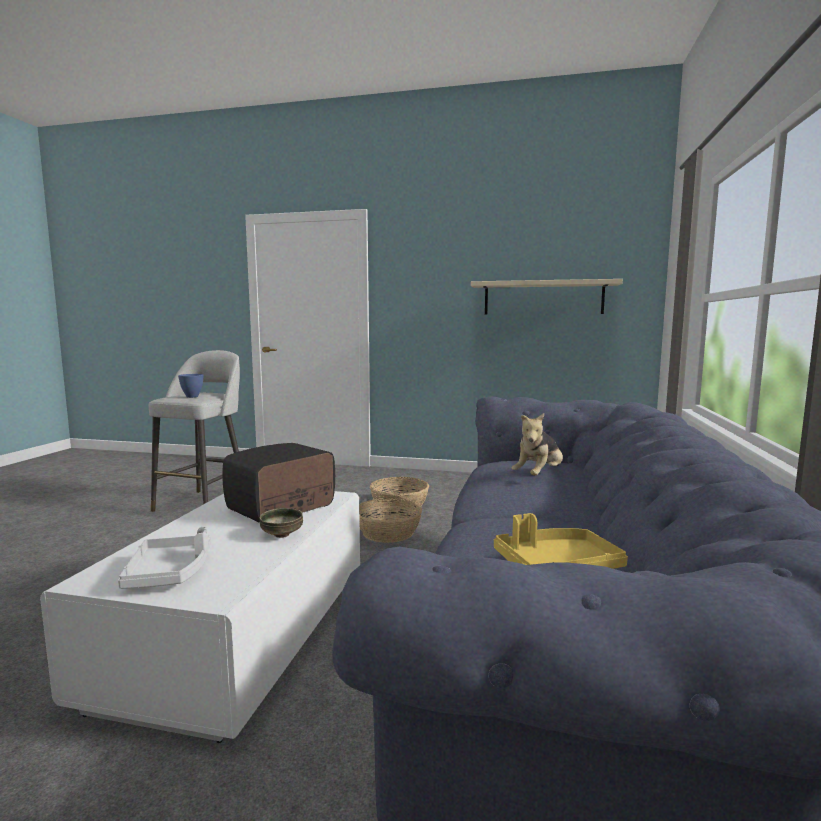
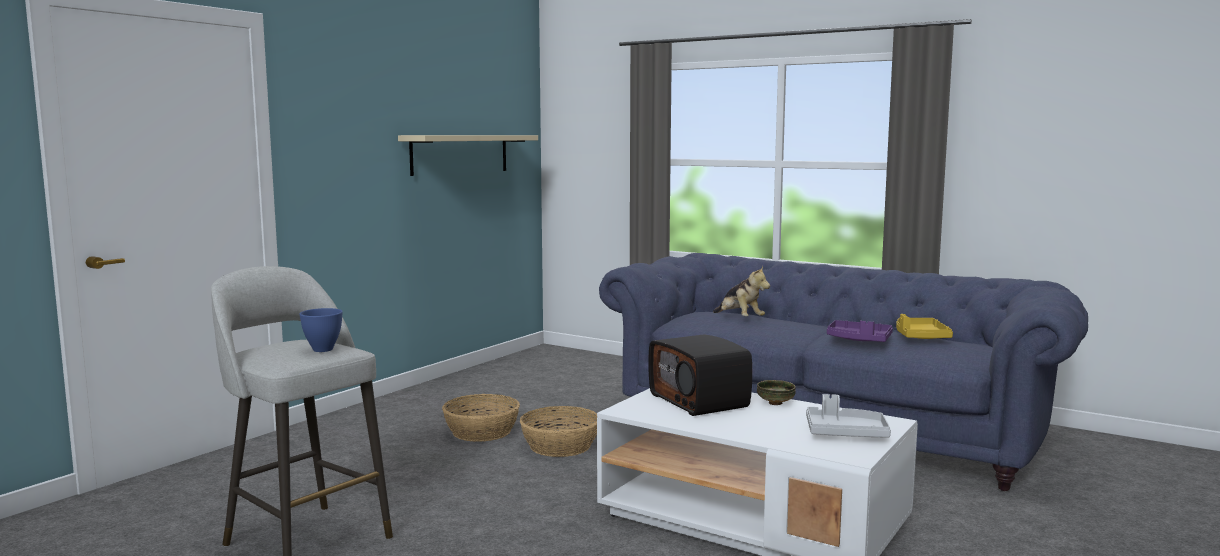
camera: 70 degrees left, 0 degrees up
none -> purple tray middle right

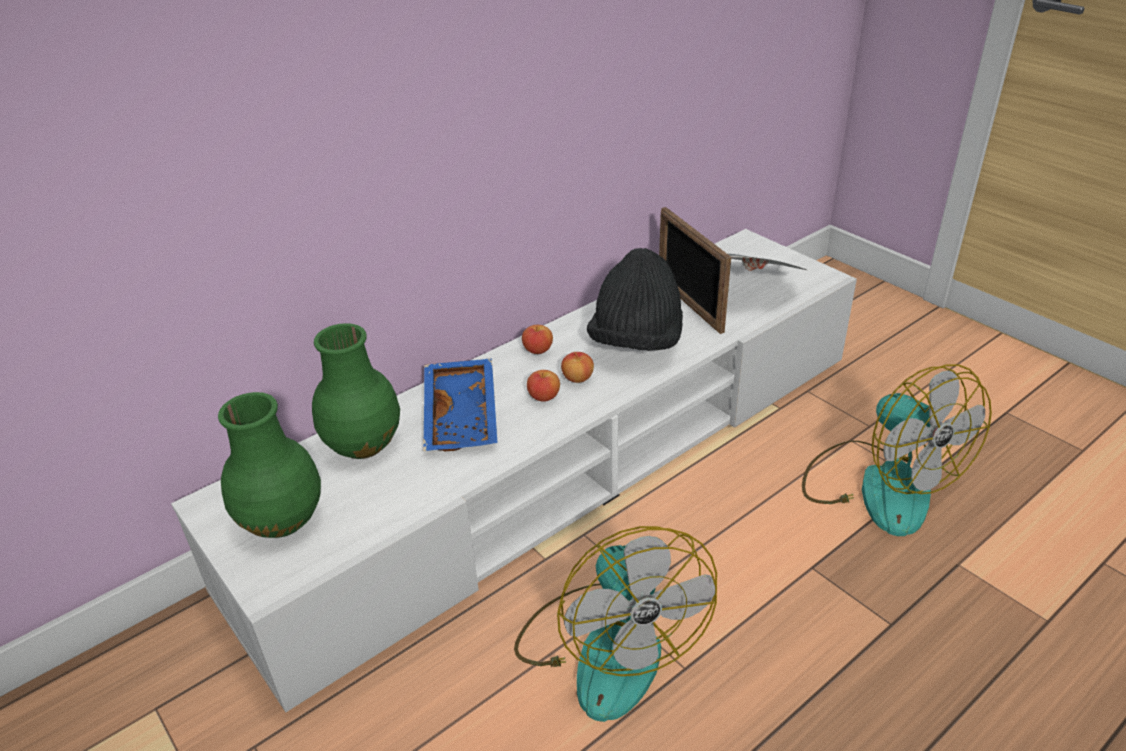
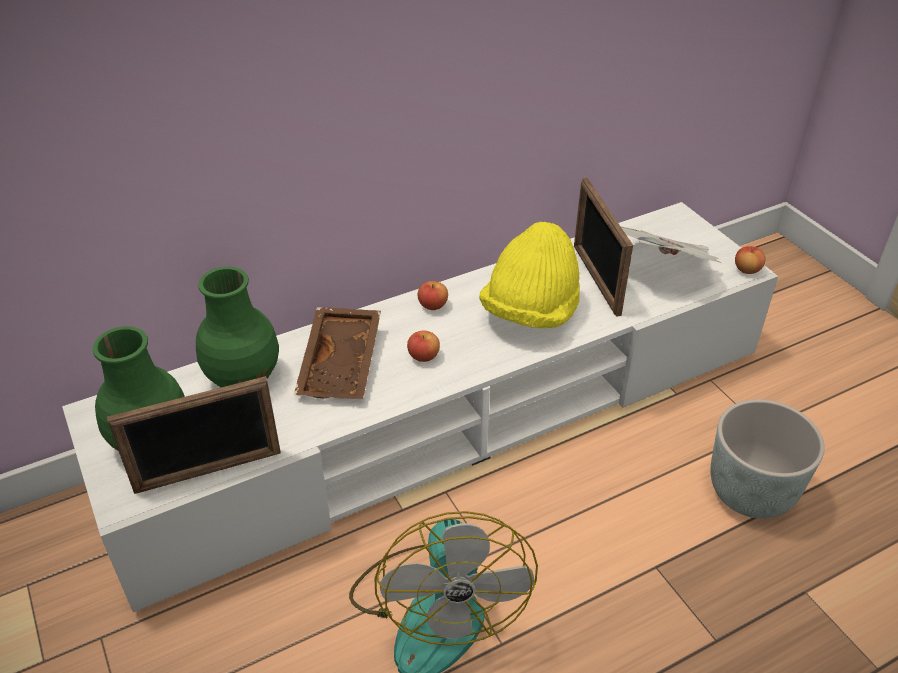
camera: 10 degrees right, 5 degrees up
none -> picture frame (1st from left) middle left
blue tray centre -> brown tray centre
black hat centre -> yellow hat centre
fan (2nd from left) middle right -> grey planter bottom right
apple (3rd from left) centre -> apple (3rd from left) middle right, move

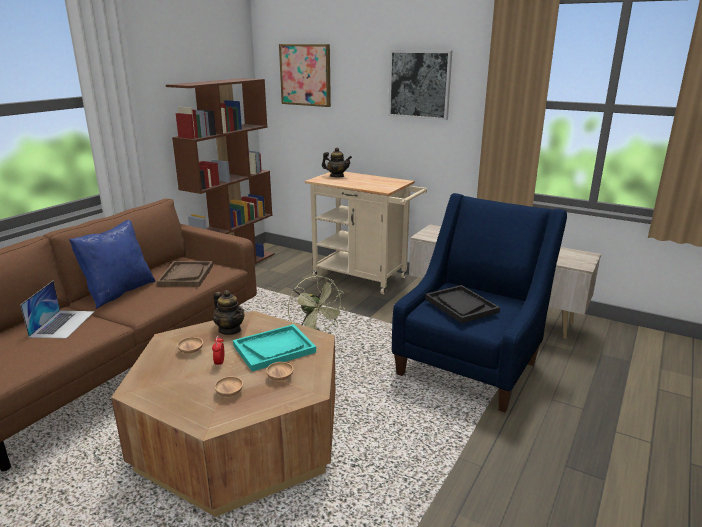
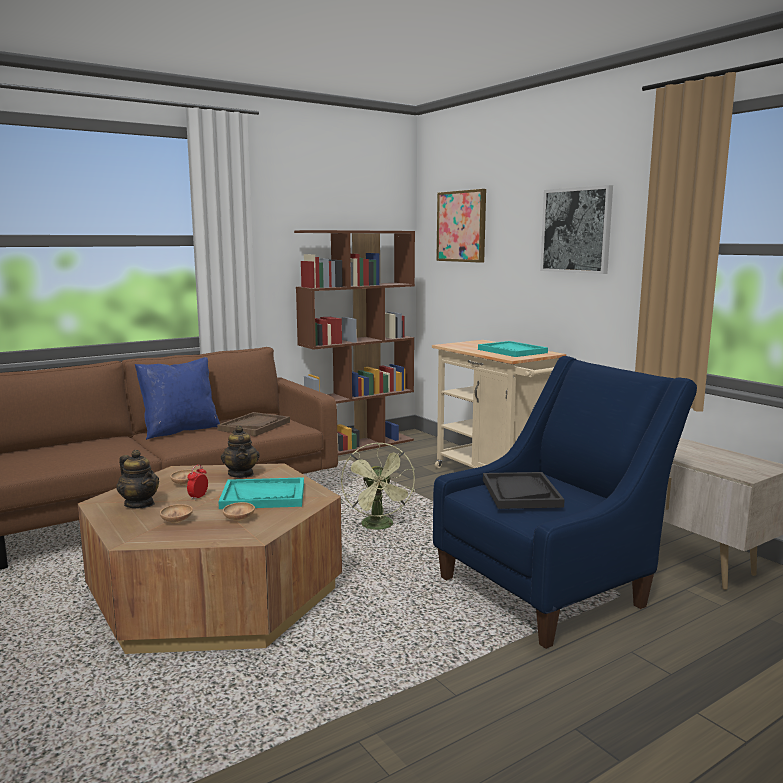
camera: 25 degrees right, 10 degrees down
teapot (2nd from left in the first image) top centre -> teapot (1st from left) middle left, move
none -> turquoise tray (2nd from left) centre
laptop middle left -> none

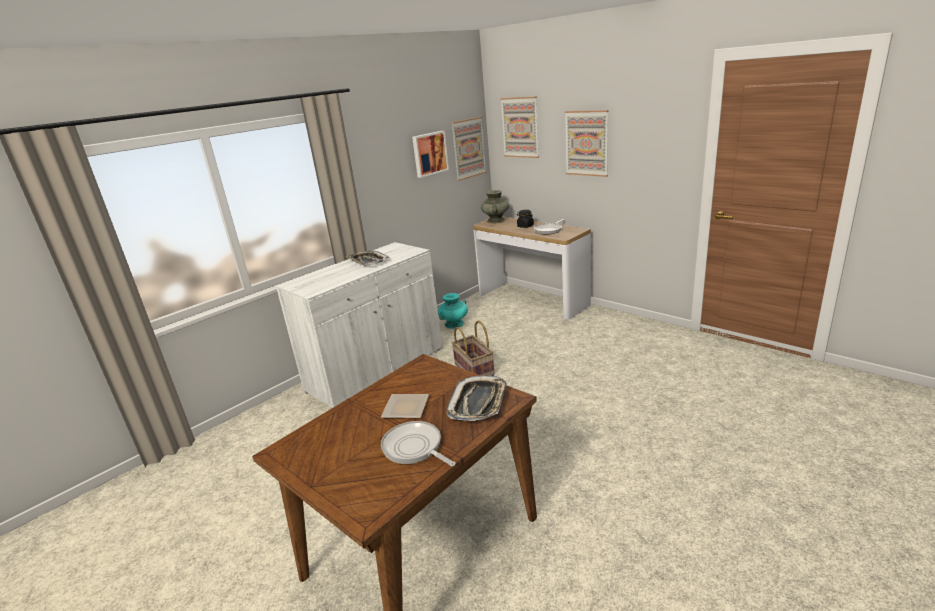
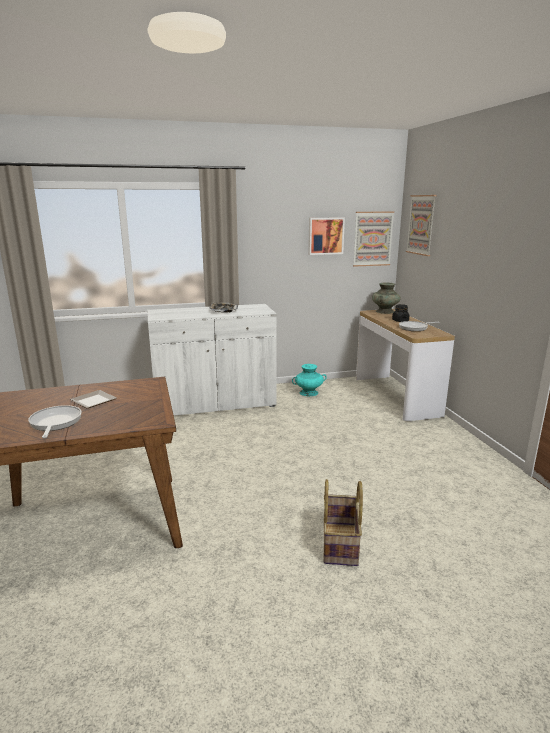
camera: 30 degrees right, 5 degrees down
basket centre -> basket bottom centre, move
tray (2nd from left) centre -> none
picture (4th from left) top centre -> none

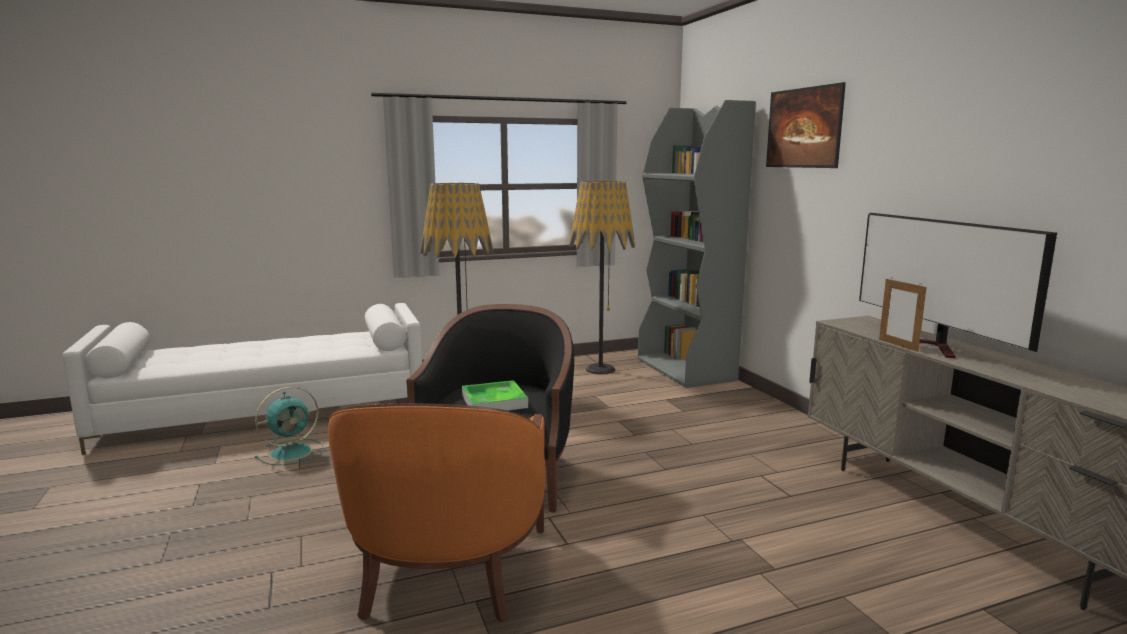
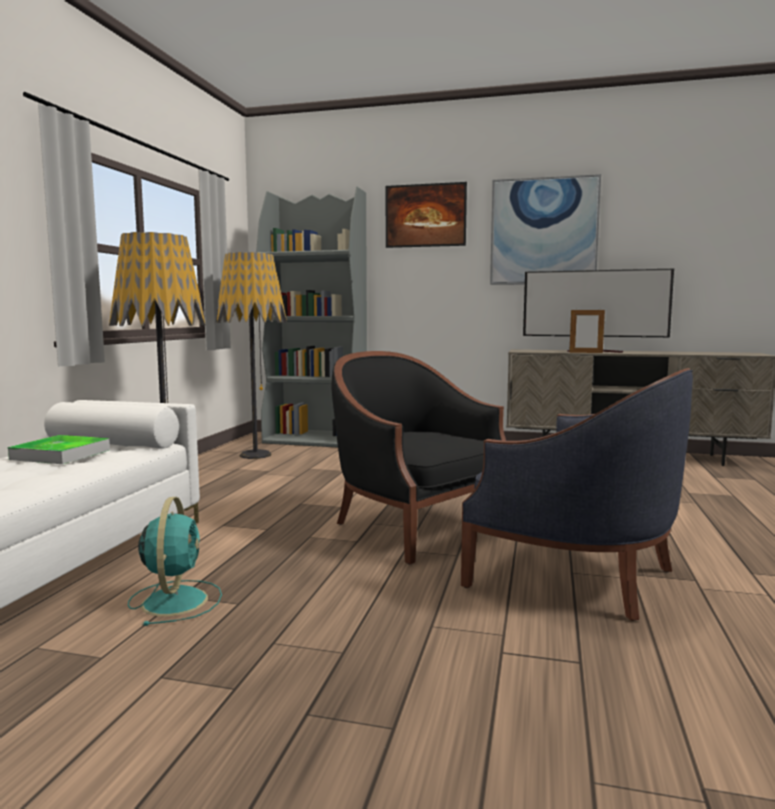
camera: 55 degrees left, 5 degrees down
tray centre -> tray middle left, move
orange armchair bottom centre -> blue armchair middle right
none -> picture (2nd from left) top right

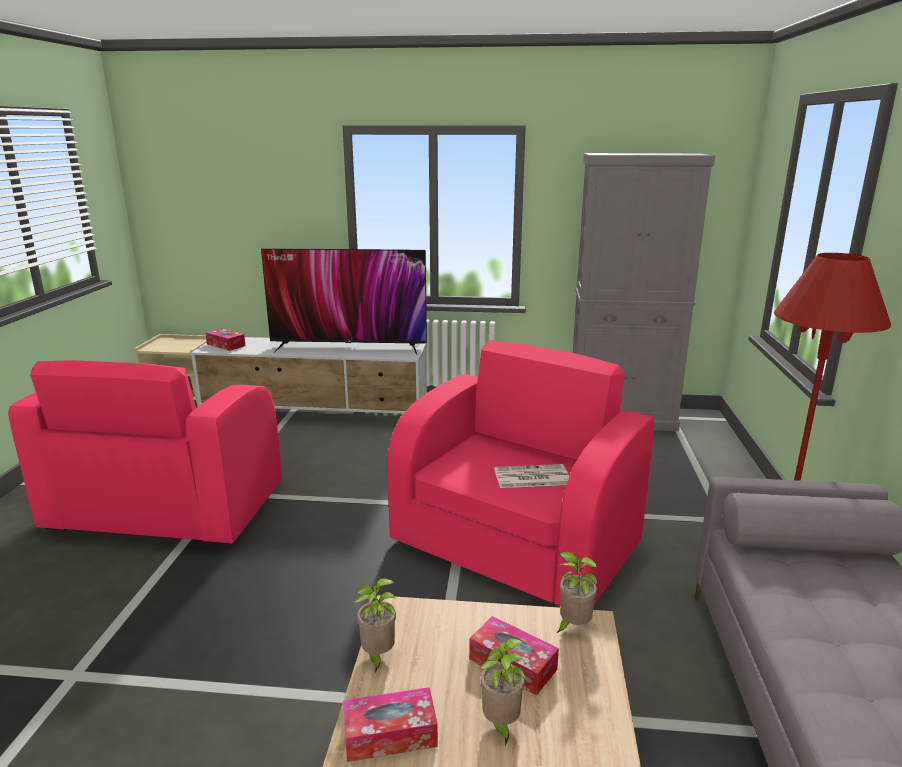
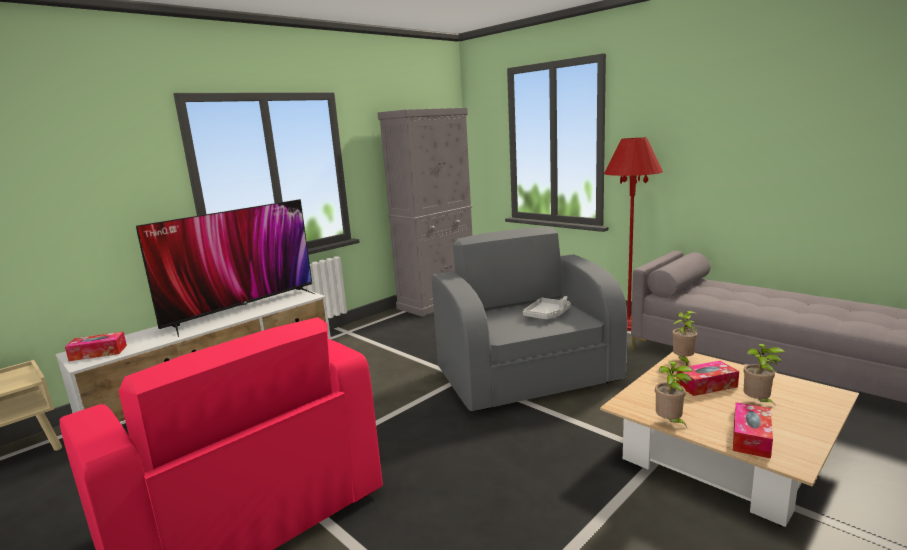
camera: 50 degrees left, 5 degrees down
pink armchair (2nd from left) centre -> grey armchair centre
newspaper centre -> grey tray centre

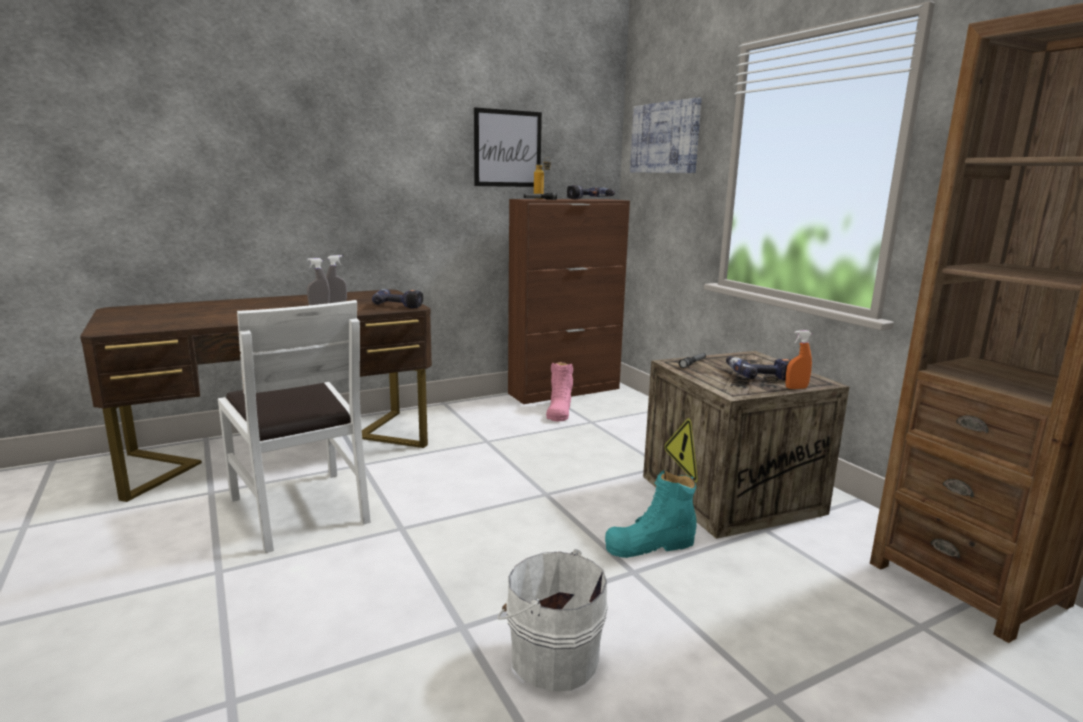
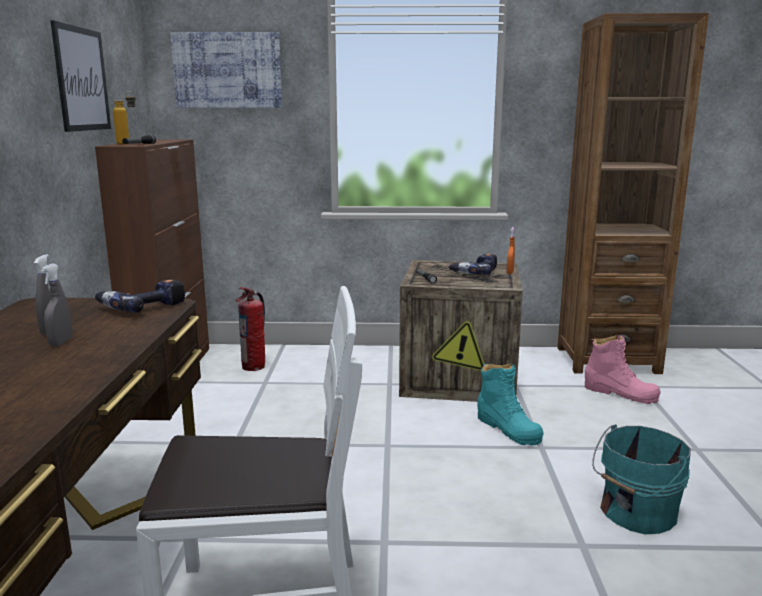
camera: 60 degrees left, 0 degrees up
none -> fire extinguisher middle left
turquoise boot bottom centre -> turquoise boot bottom right, 45 degrees counterclockwise
pink boot centre -> pink boot middle right, move
white bucket bottom centre -> turquoise bucket bottom right
power drill (2nd from left) top centre -> none

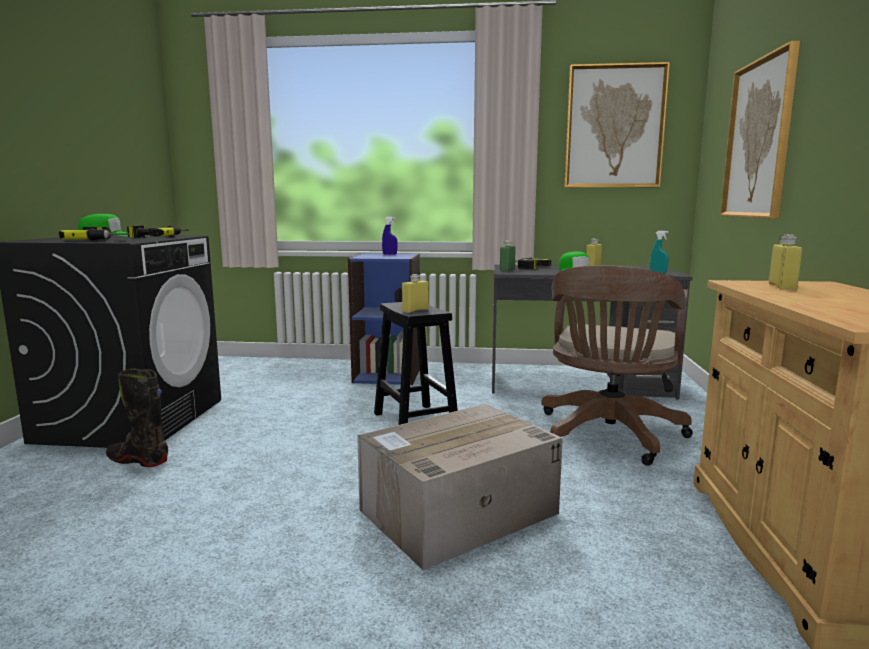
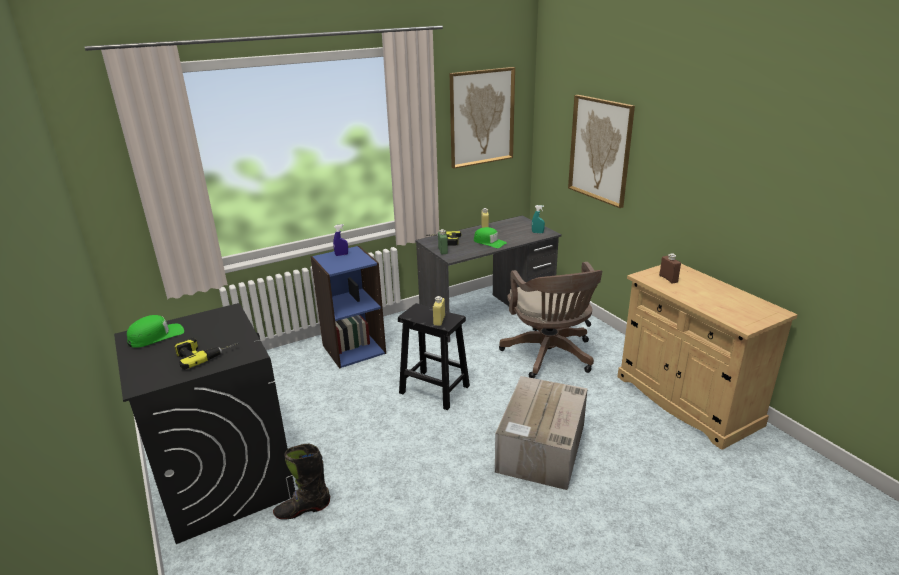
camera: 35 degrees left, 15 degrees up
yellow bottle (3rd from left) middle right -> brown bottle middle right
power drill (2nd from left) middle left -> none

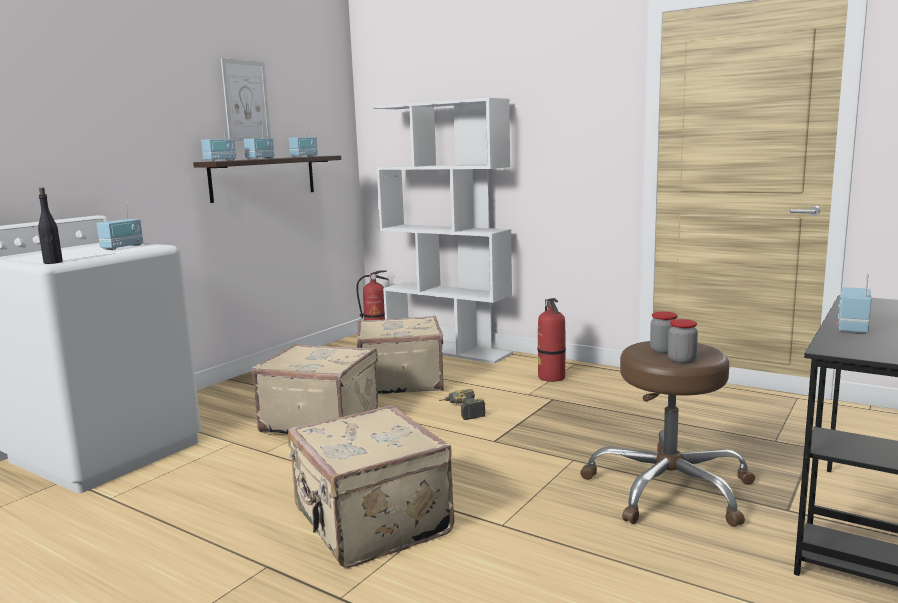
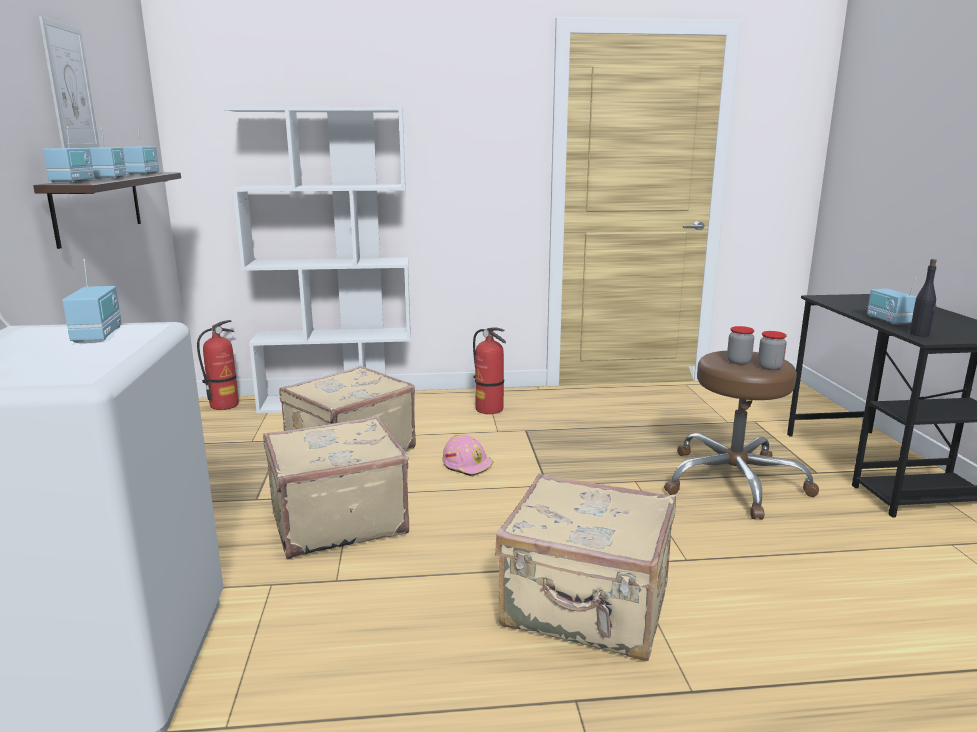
camera: 40 degrees left, 5 degrees up
power drill bottom centre -> pink hard hat centre
black bottle middle left -> black bottle middle right, move

